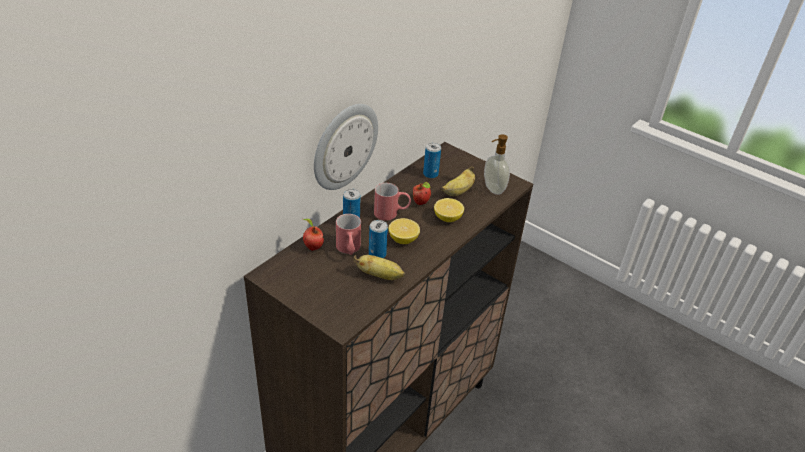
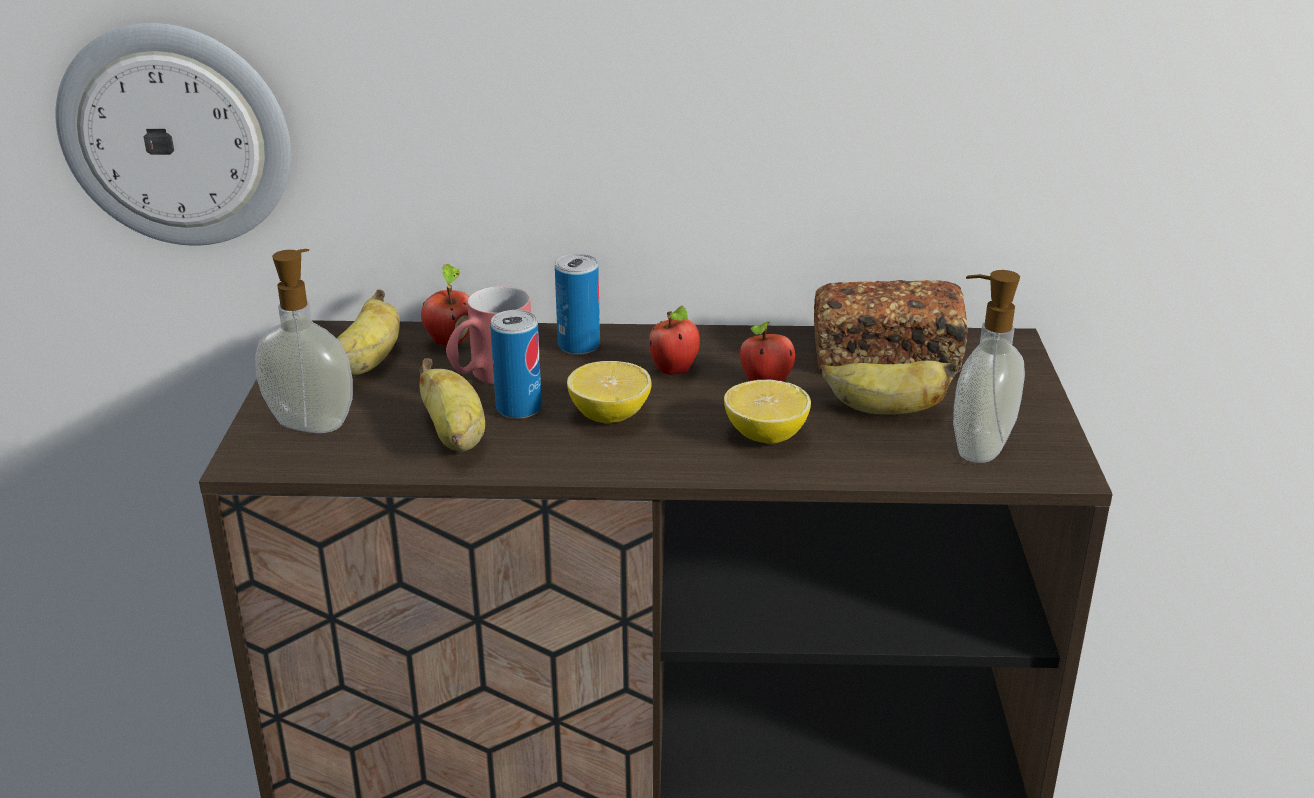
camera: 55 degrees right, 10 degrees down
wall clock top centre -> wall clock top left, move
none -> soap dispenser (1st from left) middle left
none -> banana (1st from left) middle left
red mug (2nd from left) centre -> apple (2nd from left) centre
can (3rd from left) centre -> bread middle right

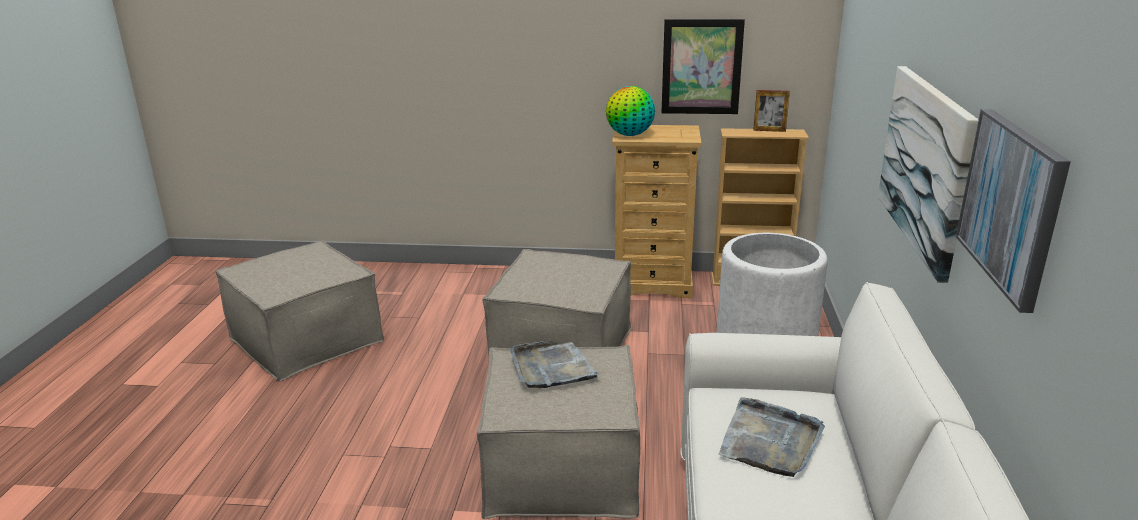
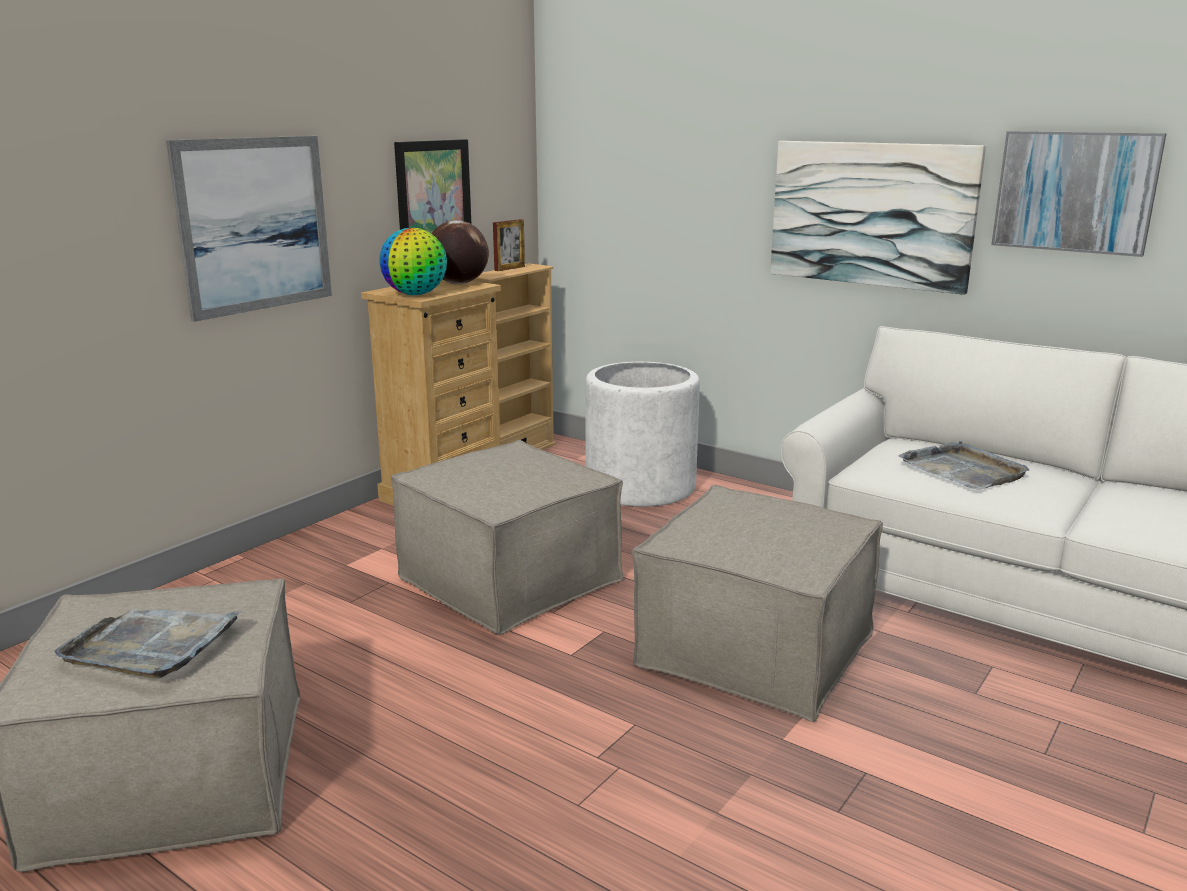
camera: 60 degrees left, 5 degrees down
grey tray (1st from left) bottom centre -> grey tray (1st from left) bottom left, move
none -> picture (1st from left) top left
none -> globe (2nd from left) top centre

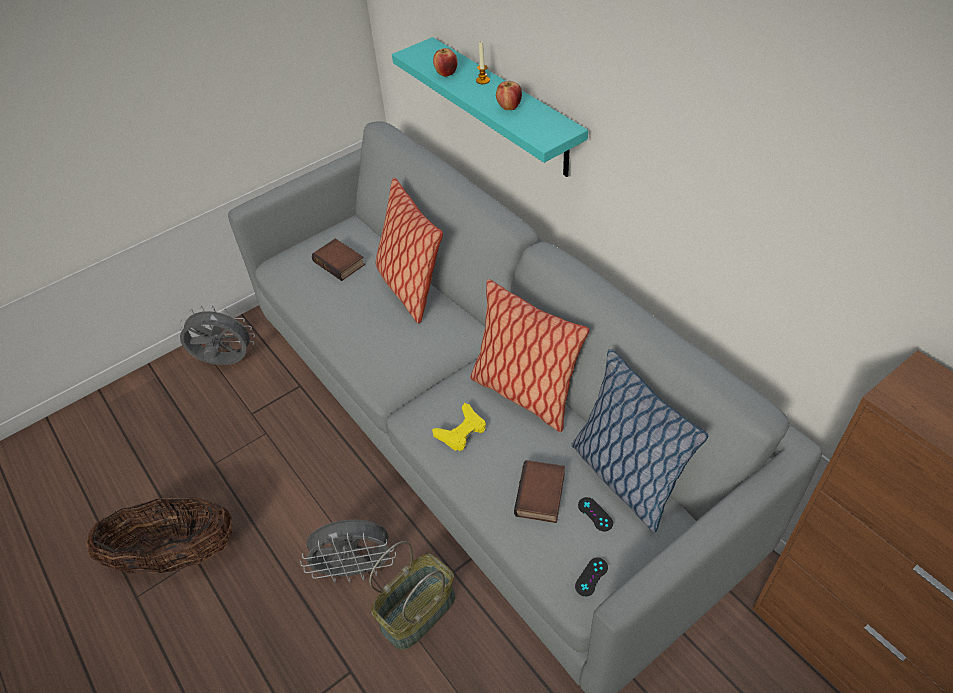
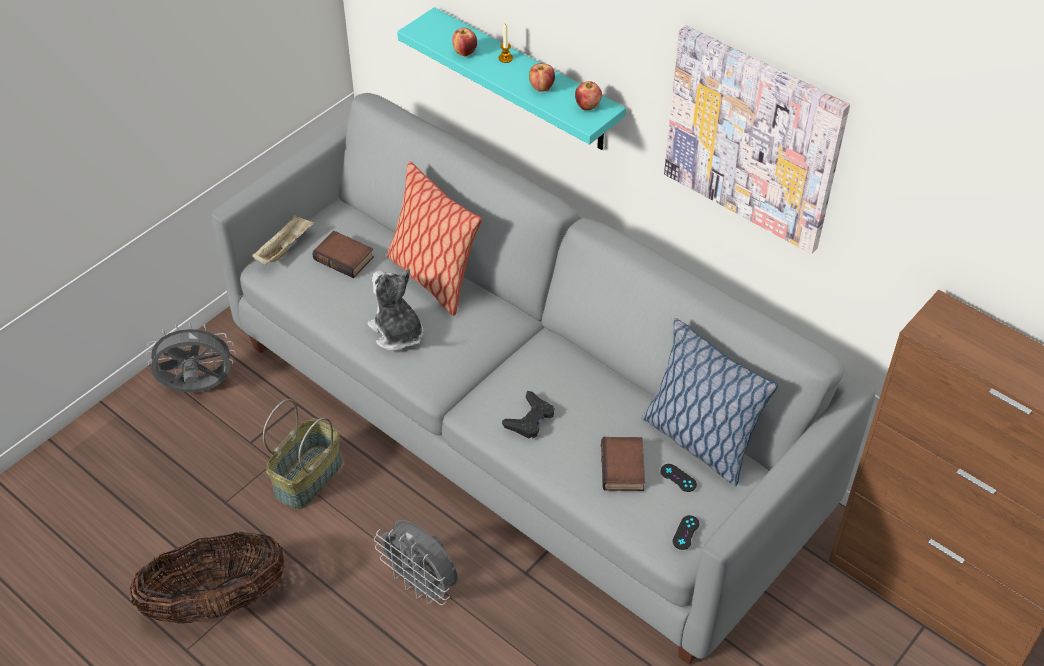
camera: 15 degrees left, 0 degrees up
none -> beige tray middle left
basket (2nd from left) bottom centre -> basket (2nd from left) bottom left, move
none -> plush toy centre
grey fan (2nd from left) bottom centre, 60 degrees clockwise
yellow game controller centre -> black game controller (1st from left) centre
none -> apple (3rd from left) top centre
none -> picture top right
pillow (2nd from left) centre -> none

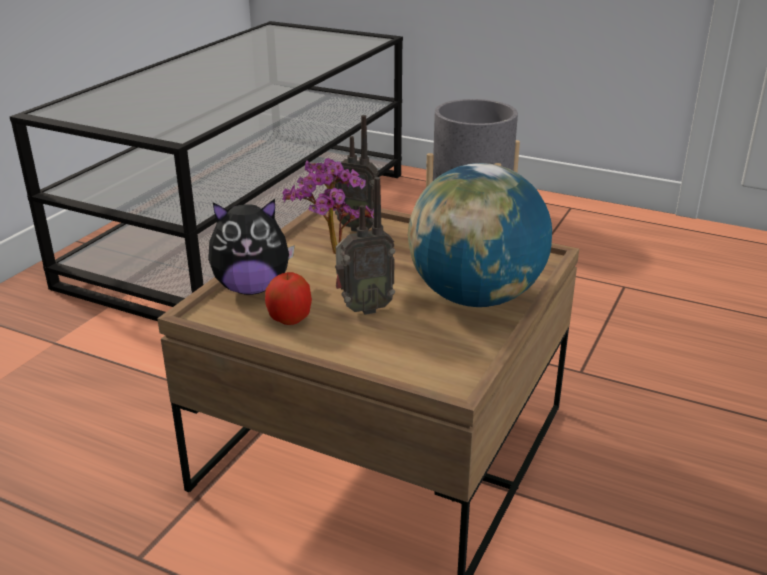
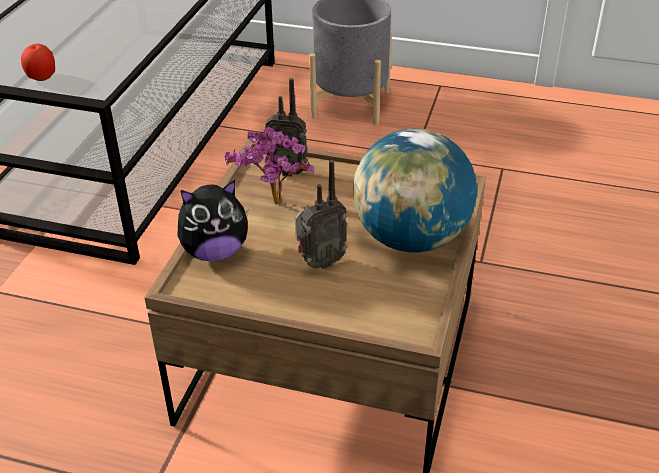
camera: 10 degrees left, 10 degrees up
apple centre -> apple top left, move

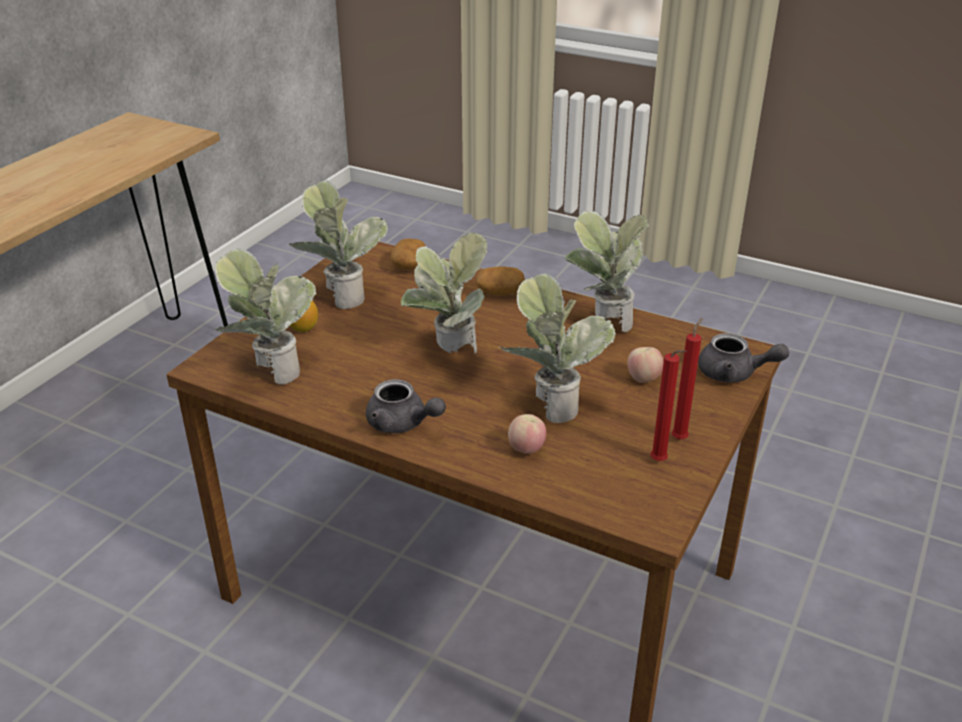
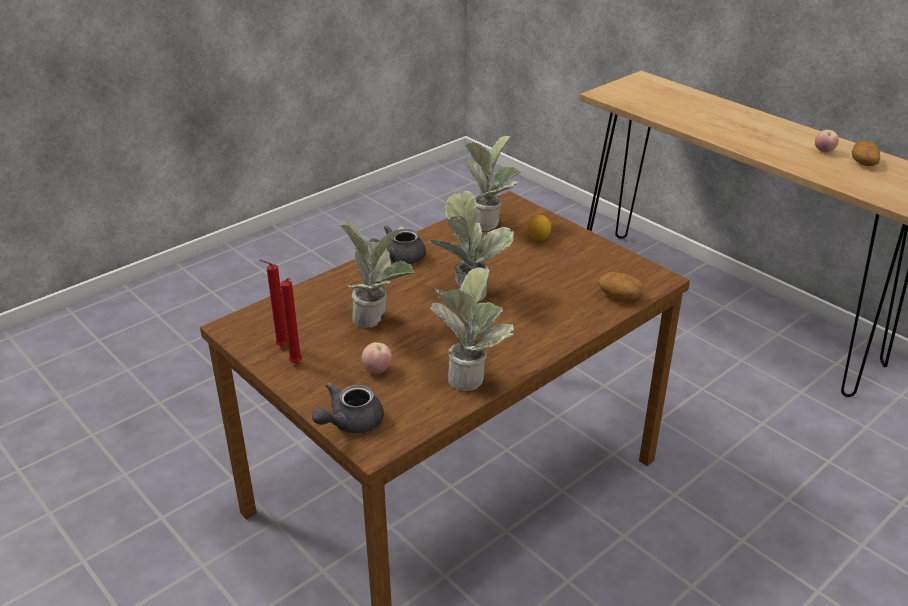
camera: 110 degrees right, 0 degrees up
apple (1st from left in the first image) centre -> apple (2nd from left) top right, move
potato (2nd from left) centre -> potato (2nd from left) top right, move
potted plant (2nd from left) centre -> none

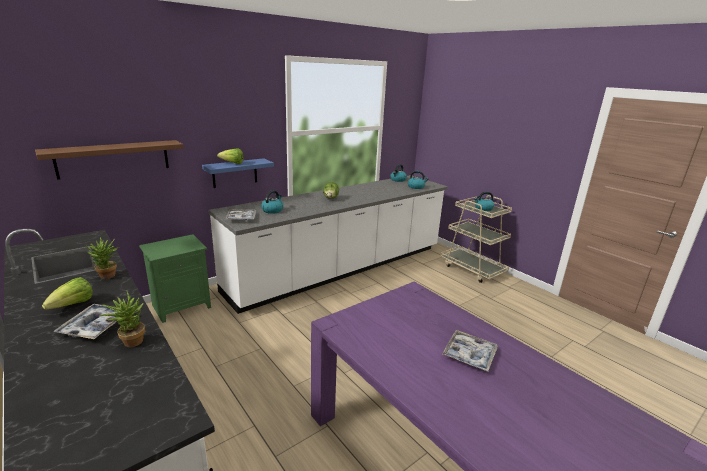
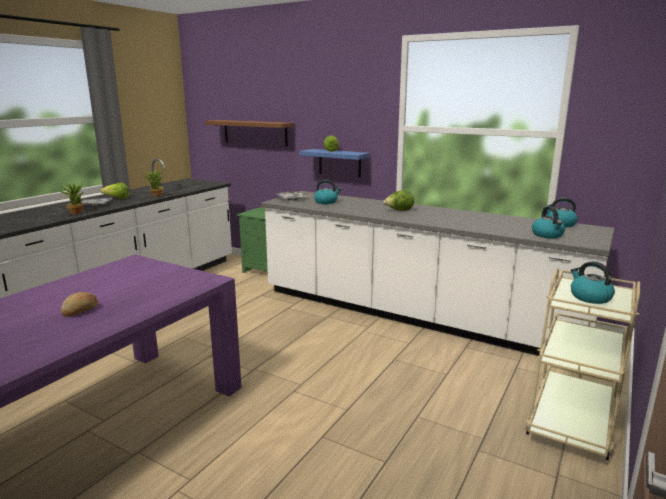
camera: 70 degrees right, 5 degrees down
tray (3rd from left) bottom centre -> bread middle left

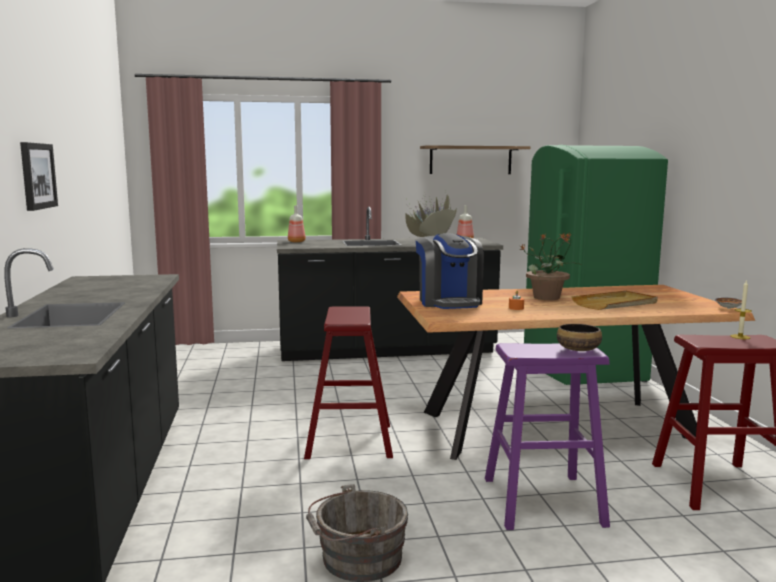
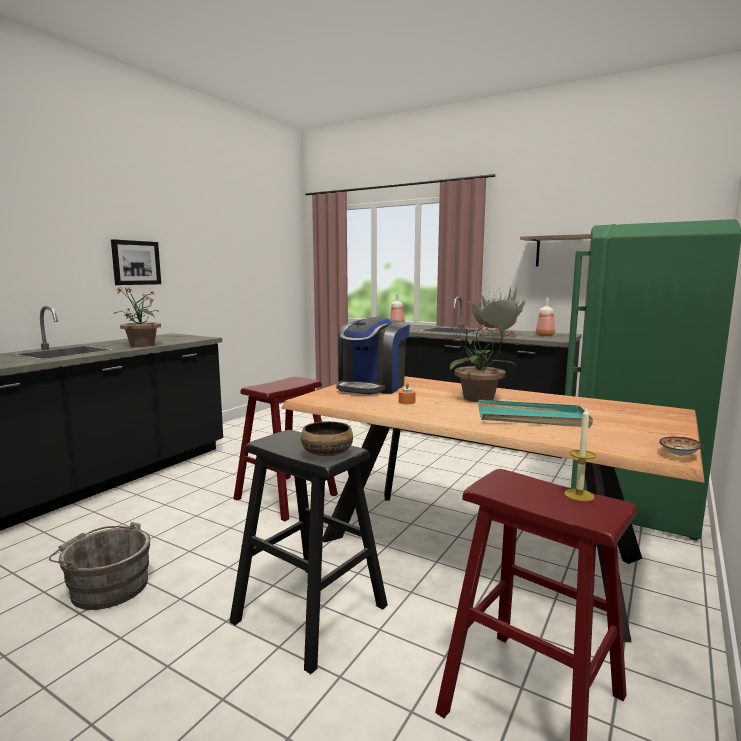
camera: 40 degrees right, 0 degrees up
none -> potted plant (1st from left) middle left
purple stool bottom right -> black stool bottom centre
beige tray middle right -> turquoise tray middle right

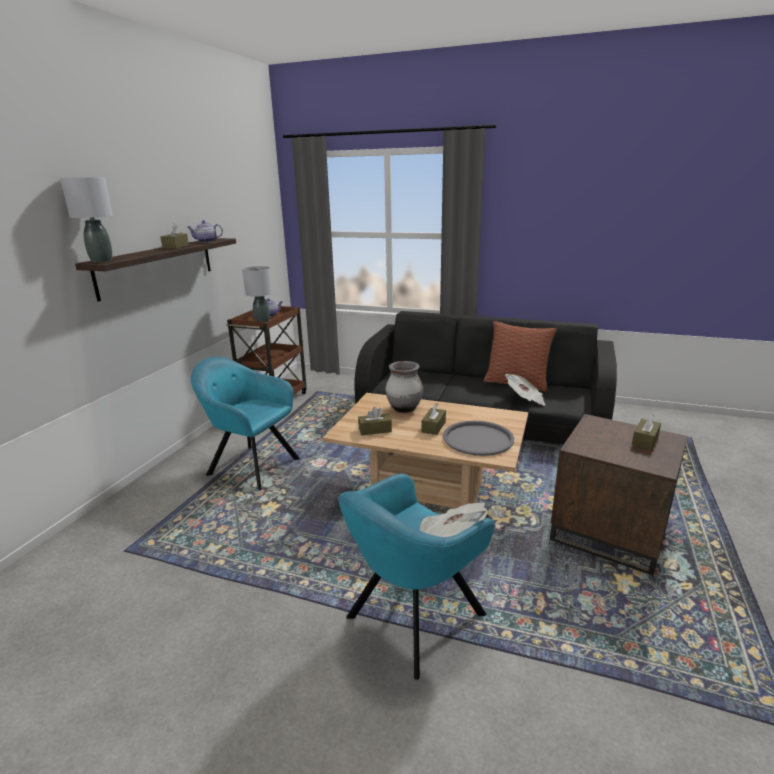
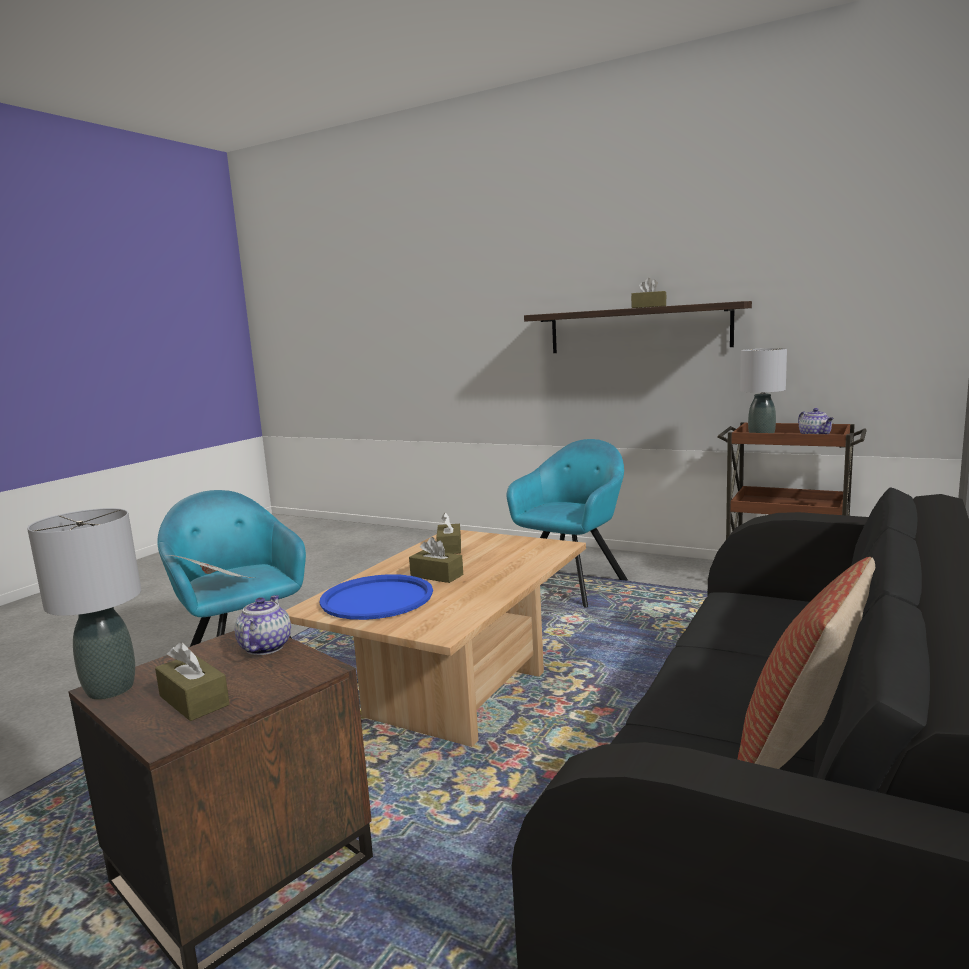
camera: 100 degrees right, 10 degrees down
grey table lamp (1st from left) top left -> grey table lamp (1st from left) middle left, move
teapot (1st from left) top left -> teapot (1st from left) middle left, move
grey tray centre -> blue tray centre
grey vase centre -> none
newspaper (2nd from left) middle right -> none

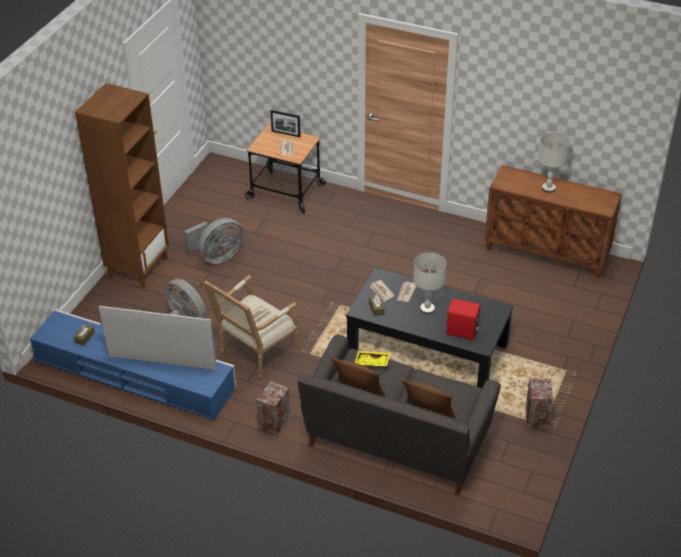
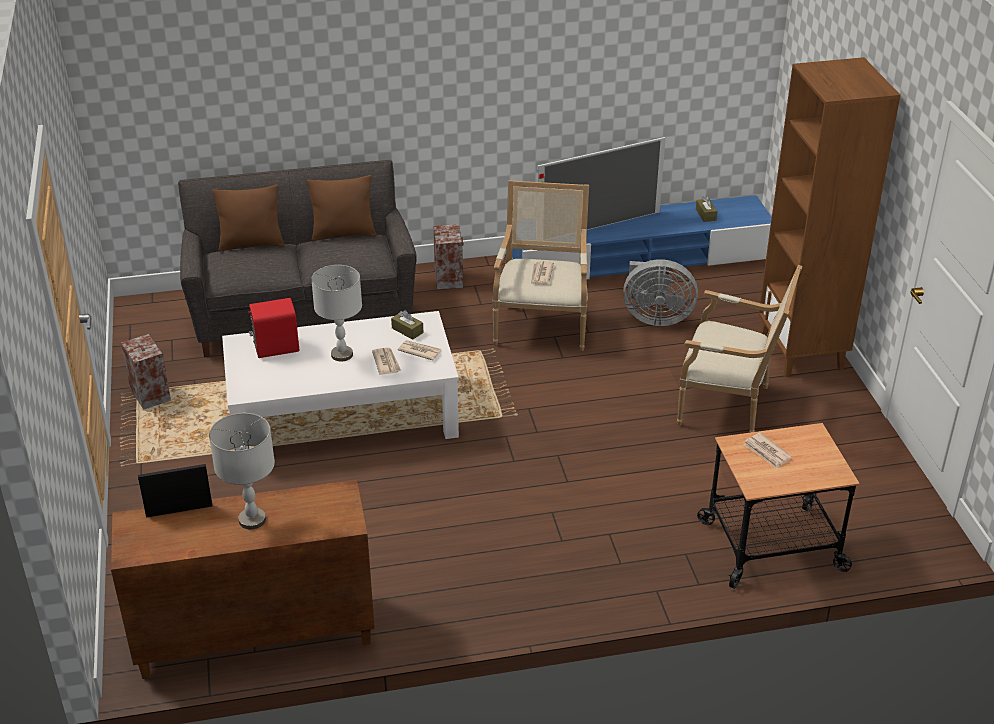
camera: 145 degrees right, 5 degrees down
picture frame top centre -> picture frame bottom left, move
black coffee table centre -> white coffee table centre
grey fan (2nd from left) middle left -> armchair (2nd from left) middle right
yellow tray centre -> none

